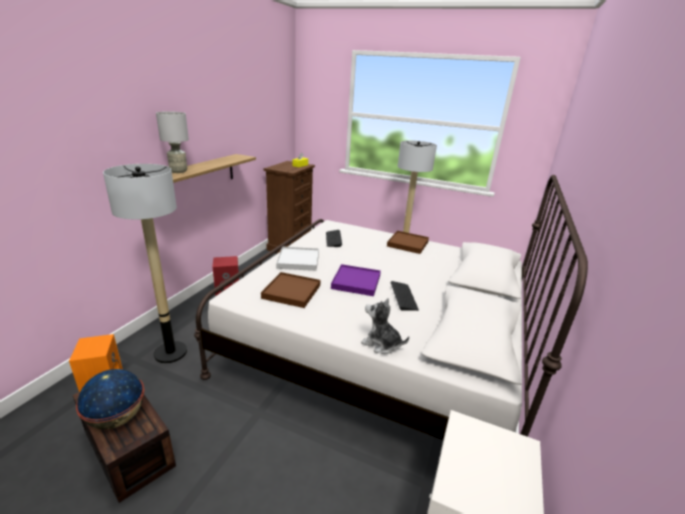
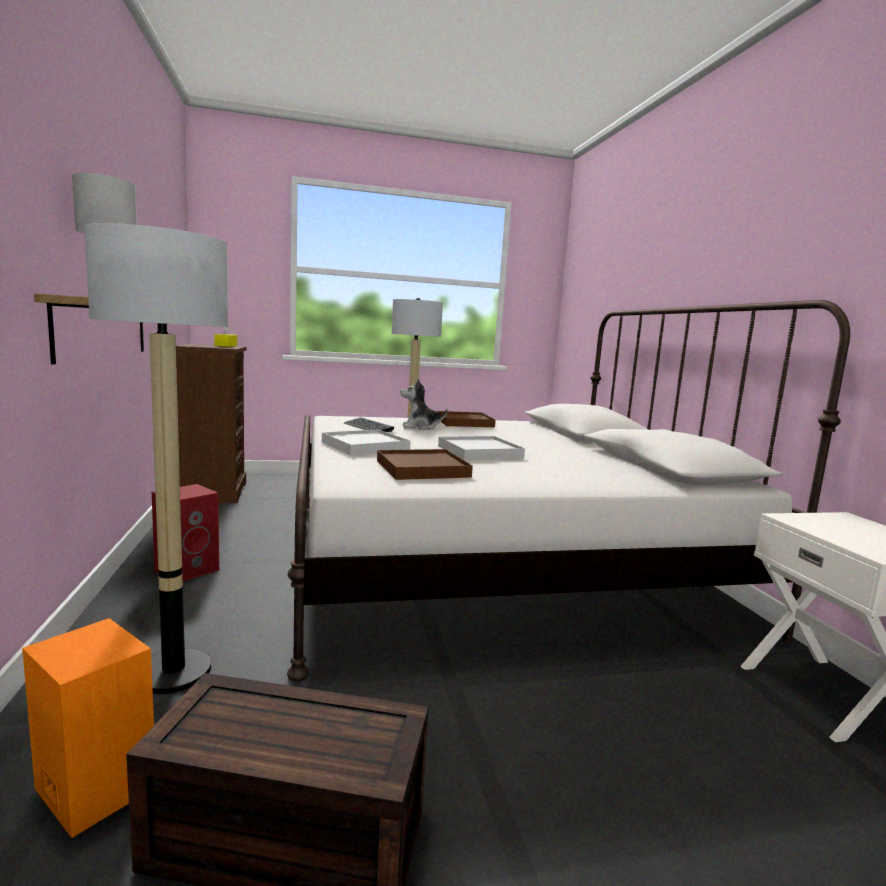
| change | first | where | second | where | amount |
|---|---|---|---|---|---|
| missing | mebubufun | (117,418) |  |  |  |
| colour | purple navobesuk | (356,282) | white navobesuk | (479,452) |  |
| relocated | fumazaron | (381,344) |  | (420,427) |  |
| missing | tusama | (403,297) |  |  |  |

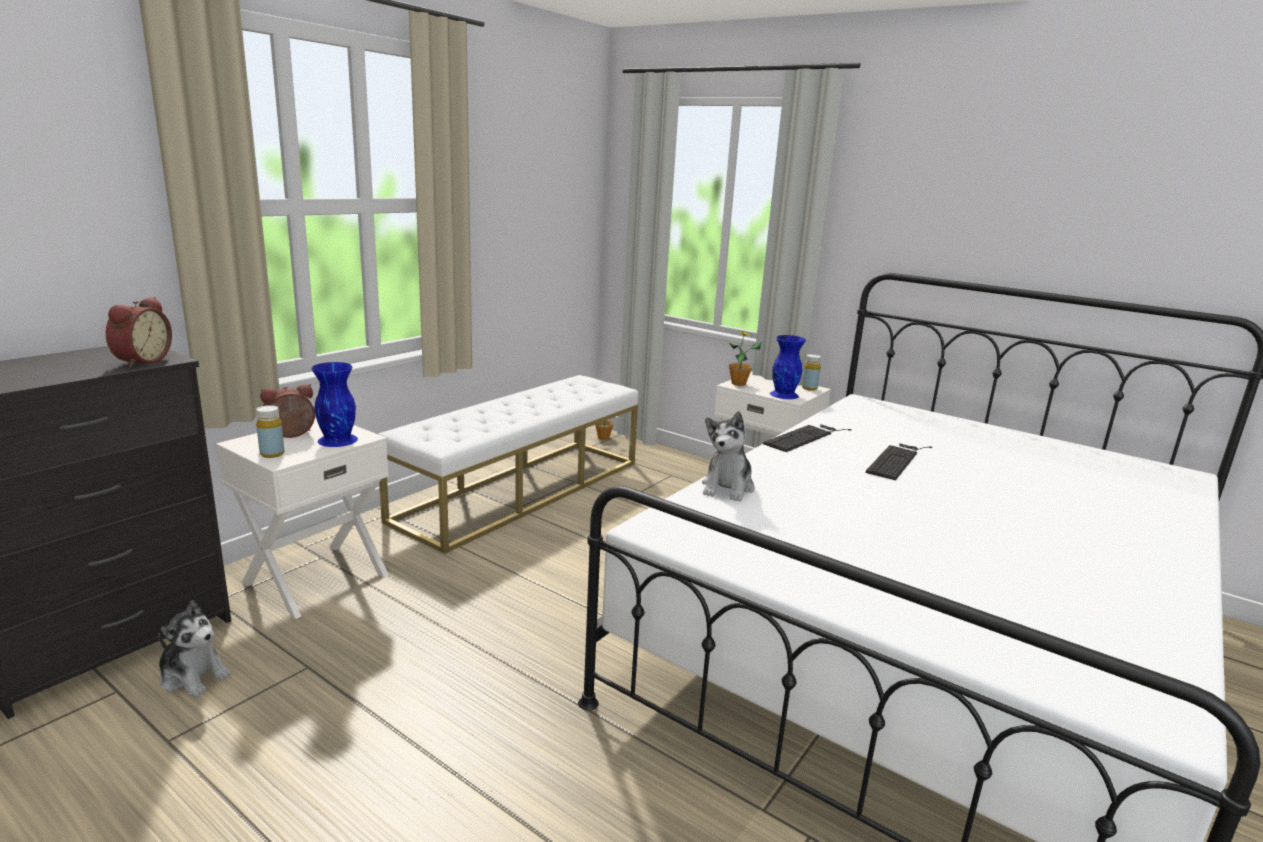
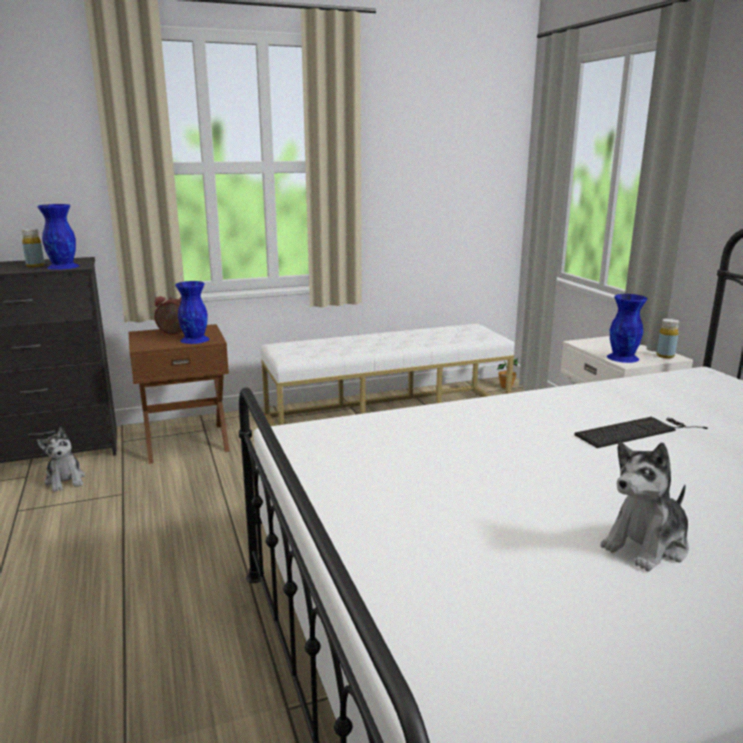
| change | first | where | second | where | amount |
|---|---|---|---|---|---|
| exchanged | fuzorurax | (140,361) | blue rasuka | (63,266) |  |
| colour | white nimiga | (315,578) | brown nimiga | (186,442) |  |
| relocated | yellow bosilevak | (272,454) |  | (35,266) |  |
| relocated | fumazaron | (727,487) |  | (647,545) |  |
| missing | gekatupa | (738,384) |  |  |  |
| missing | tusama | (805,437) |  |  |  |

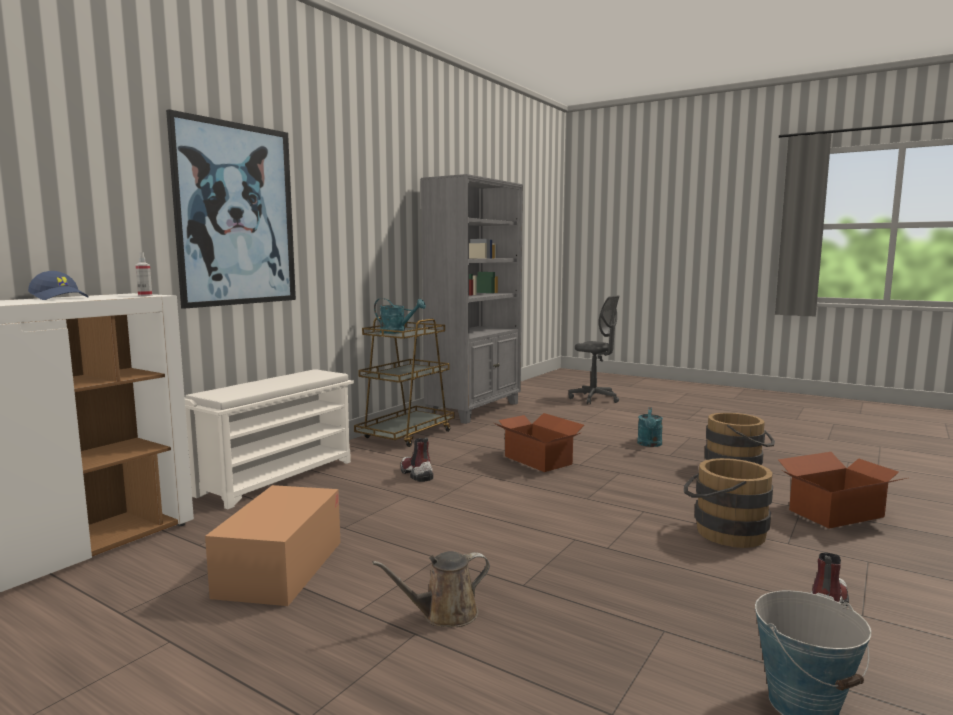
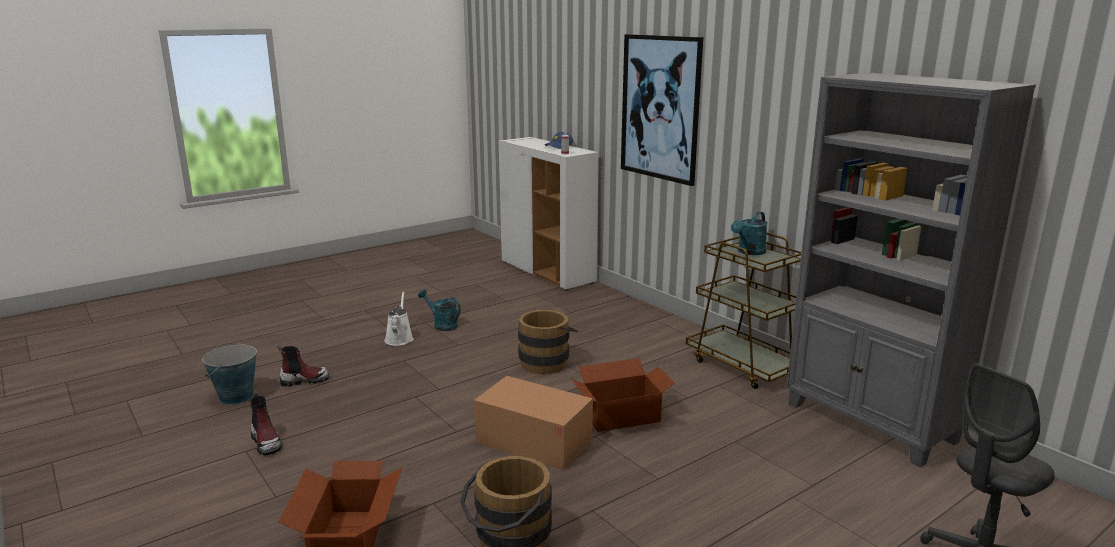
| change | first | where | second | where | amount |
|---|---|---|---|---|---|
| missing | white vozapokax | (278,477) |  |  |  |
| relocated | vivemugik | (281,568) |  | (534,441) |  |
| colour | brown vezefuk | (444,614) | white vezefuk | (399,338) |  |
| relocated | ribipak | (415,474) |  | (304,380) |  |
| relocated | turquoise vezefuk | (649,444) |  | (442,325) |  |
| relocated | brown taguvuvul | (723,532) |  | (546,361) |  |

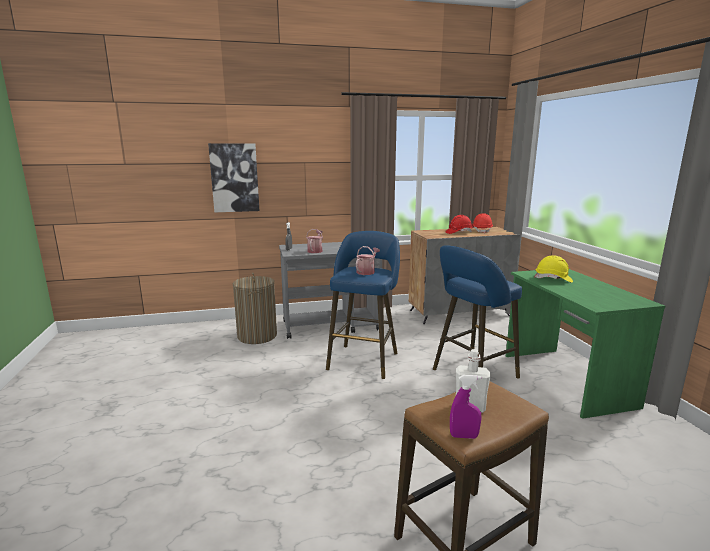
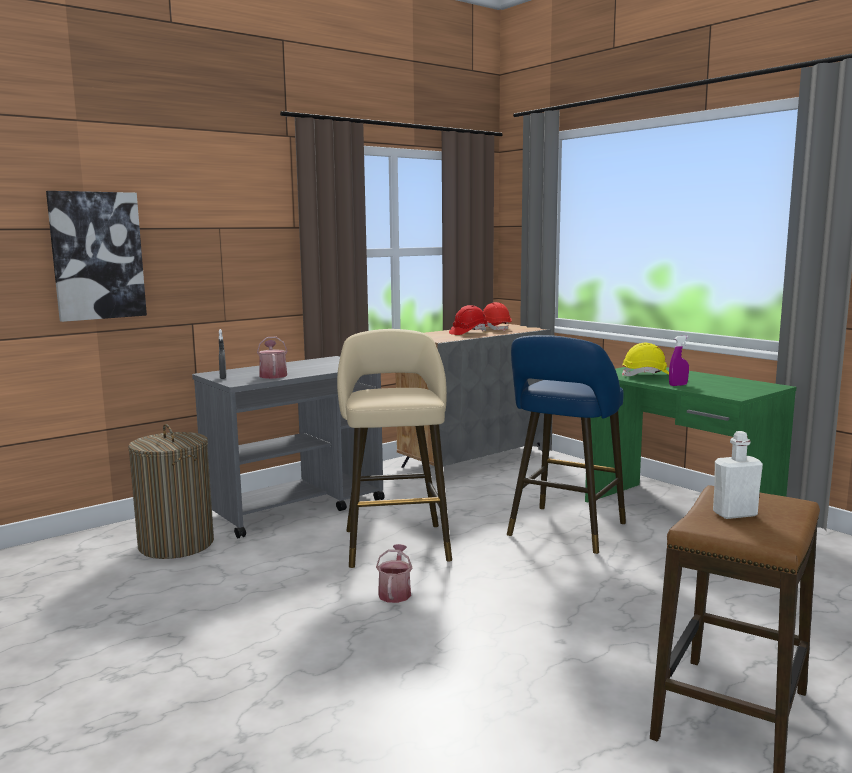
| change | first | where | second | where | amount |
|---|---|---|---|---|---|
| colour | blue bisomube | (364,359) | beige bisomube | (395,542) |  |
| relocated | vezefuk | (367,271) |  | (395,592) |  |
| relocated | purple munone | (464,436) |  | (678,385) |  |

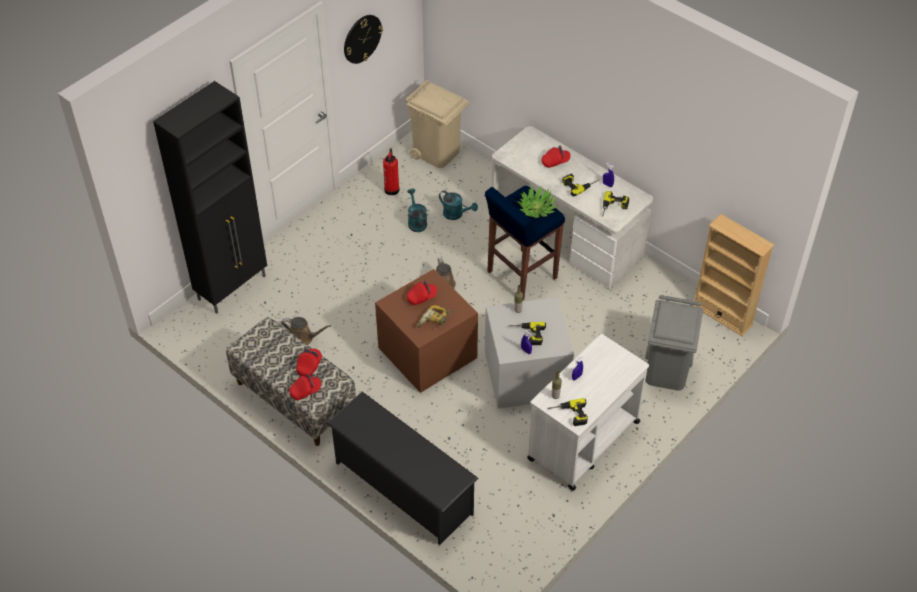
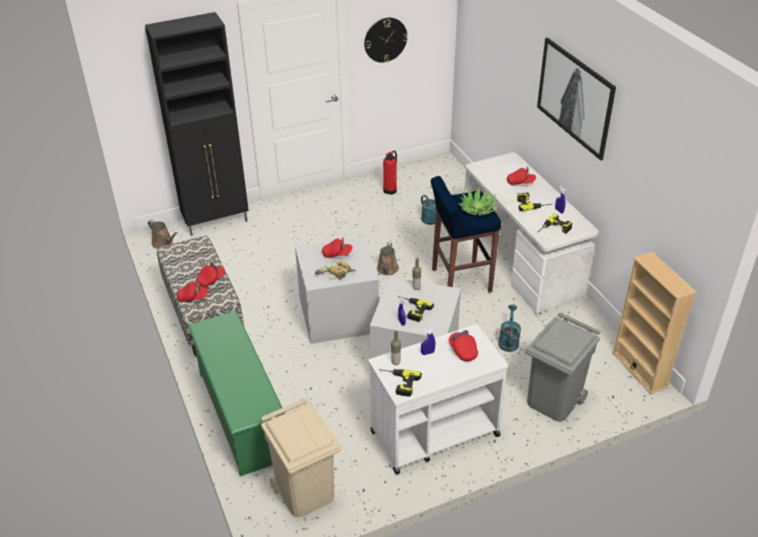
| change | first | where | second | where | amount |
|---|---|---|---|---|---|
| relocated | brown vezefuk | (303,338) |  | (163,243) |  |
| colour | black vozapokax | (402,488) | green vozapokax | (241,415) |  |
| colour | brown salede | (426,352) | grey salede | (337,314) |  |
| relocated | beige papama | (437,152) |  | (305,492) |  |
| relocated | turquoise vezefuk | (416,221) |  | (508,340) |  |
| appeared |  |  | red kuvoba | (463,351) |  |
| appeared |  |  | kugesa | (574,97) |  |

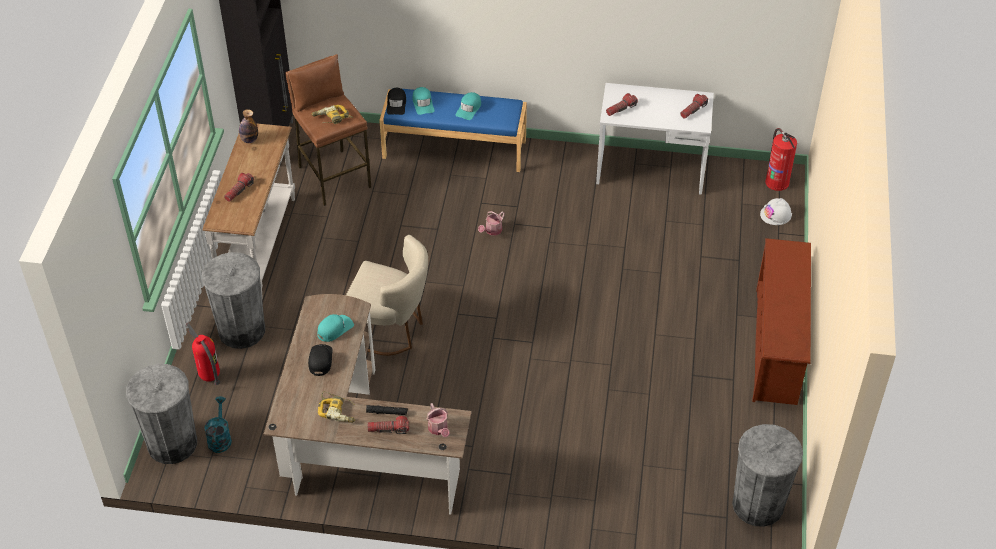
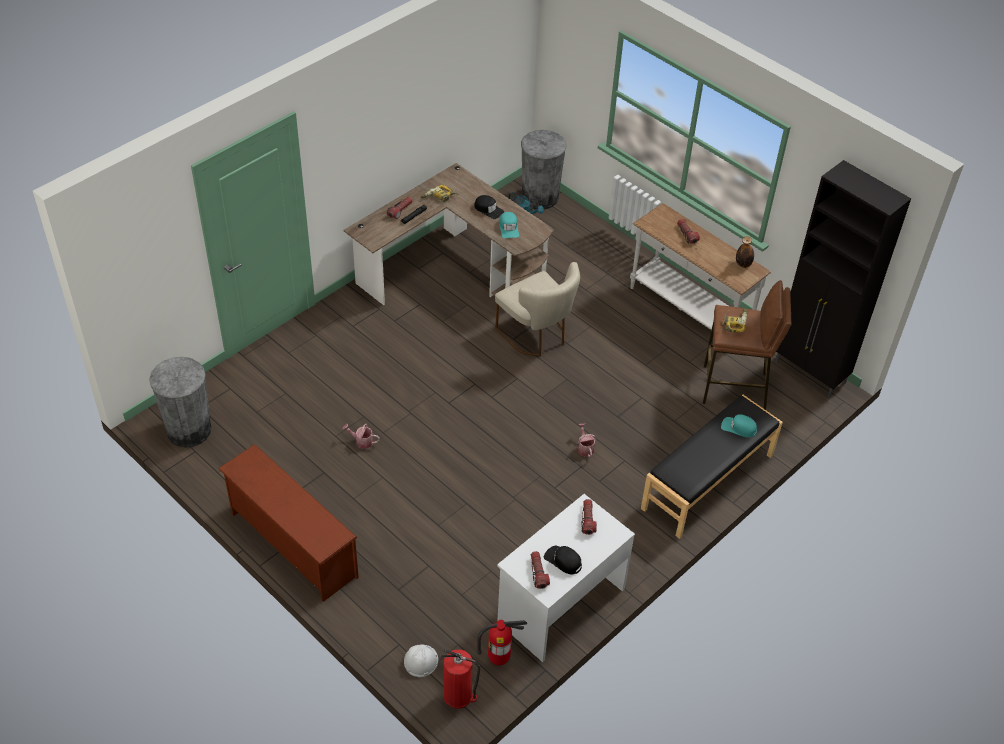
| change | first | where | second | where | amount |
|---|---|---|---|---|---|
| relocated | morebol | (209,377) |  | (499,658) |  |
| missing | grey papama | (241,330) |  |  |  |
| spun | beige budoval | (390,330) |  | (537,335) | 90 degrees counterclockwise |
| colour | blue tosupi | (454,148) | black tosupi | (708,482) |  |
| relocated | black kuvoba | (396,104) |  | (563,561) |  |
| relocated | vezefuk | (439,429) |  | (362,441) |  |
| missing | turquoise kuvoba | (469,109) |  |  |  |

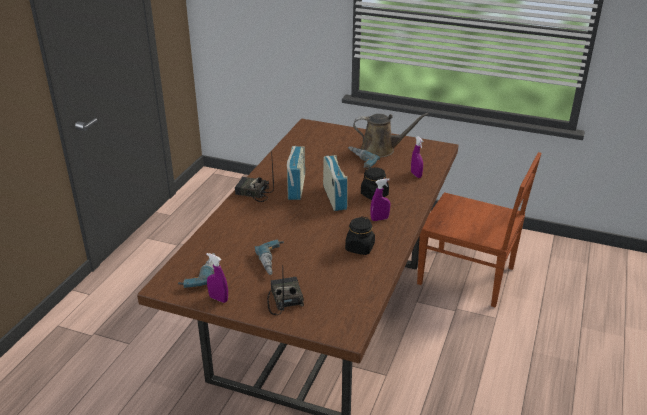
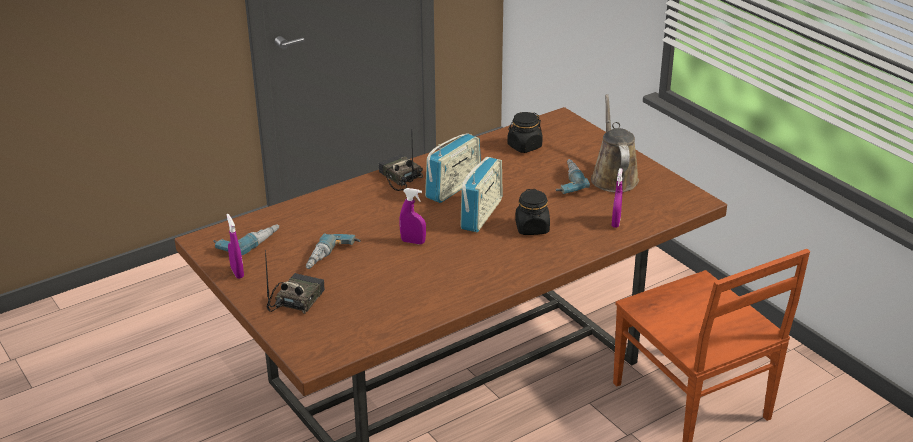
| change | first | where | second | where | amount |
|---|---|---|---|---|---|
| relocated | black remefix | (360,248) |  | (524,146) |  |
| spun | brown vezefuk | (381,149) |  | (613,177) | 135 degrees counterclockwise |
| relocated | purple munone | (379,219) |  | (413,242) |  |

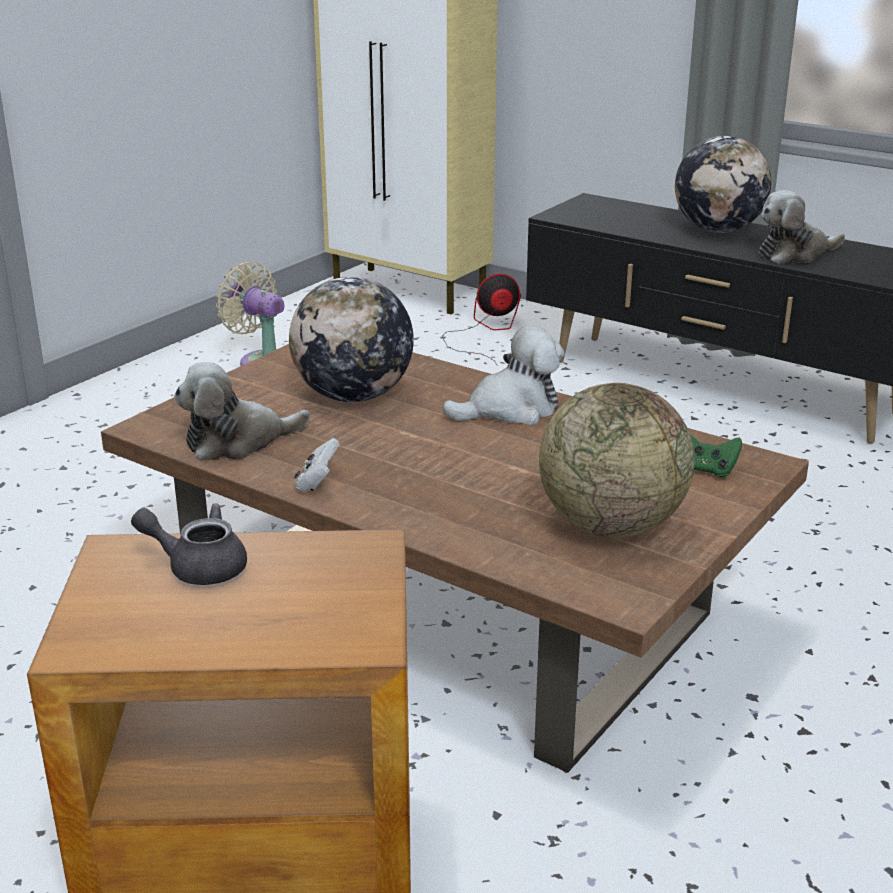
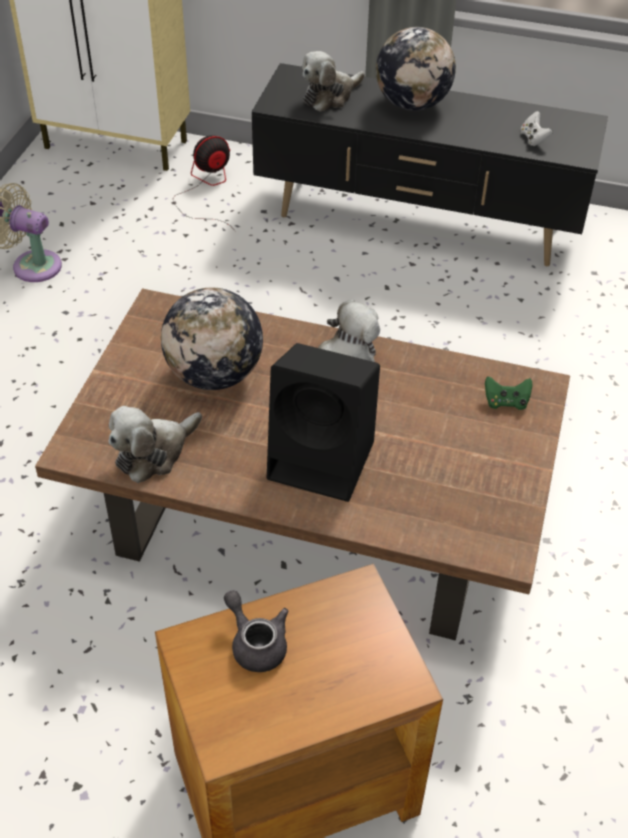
| change | first | where | second | where | amount |
|---|---|---|---|---|---|
| spun | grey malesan | (198,566) |  | (256,643) | 60 degrees clockwise |
| relocated | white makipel | (317,482) |  | (533,139) |  |
| missing | mebubufun | (611,526) |  |  |  |
| relocated | fumazaron | (795,254) |  | (330,96) |  |
| appeared |  |  | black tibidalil | (324,460) |  |

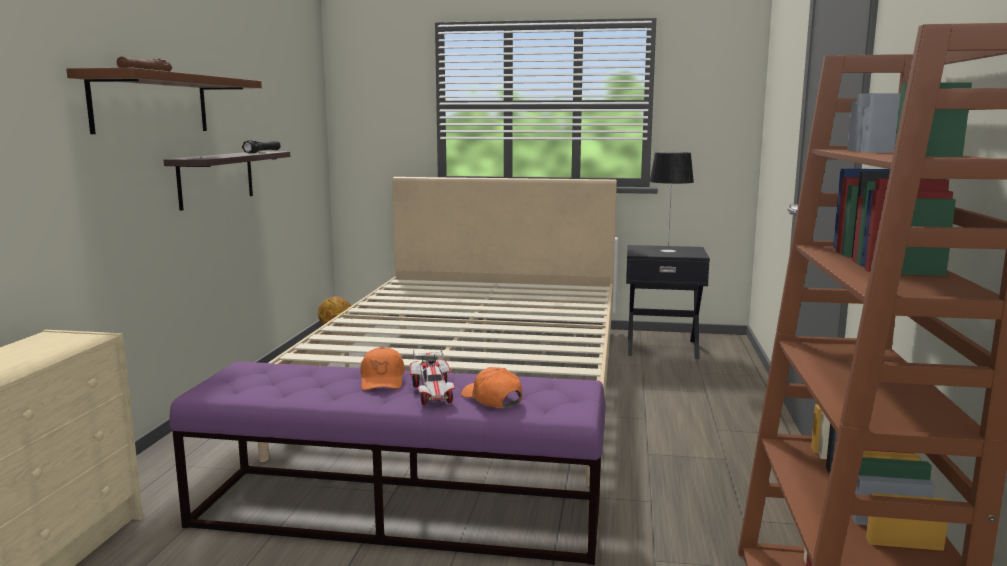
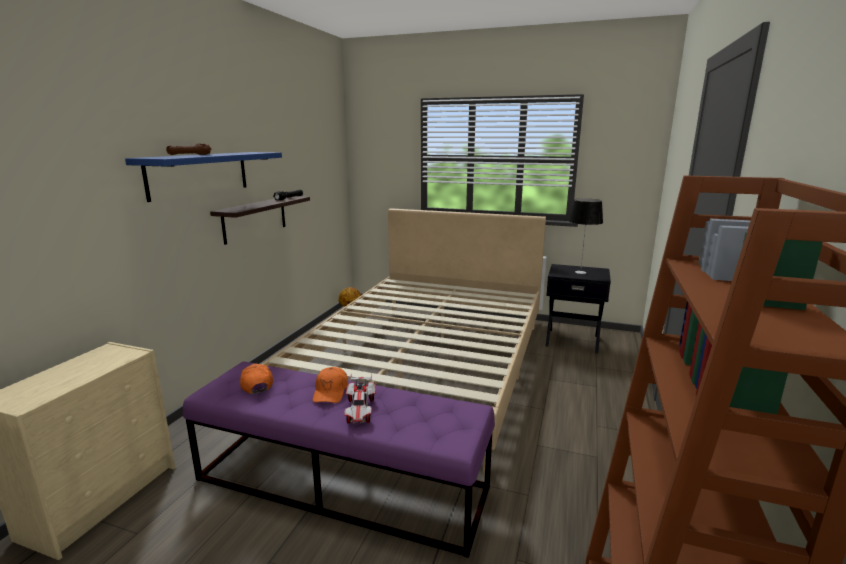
| change | first | where | second | where | amount |
|---|---|---|---|---|---|
| colour | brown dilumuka | (152,104) | blue dilumuka | (199,174) |  |
| relocated | orange kuvoba | (492,399) |  | (256,384) |  |

